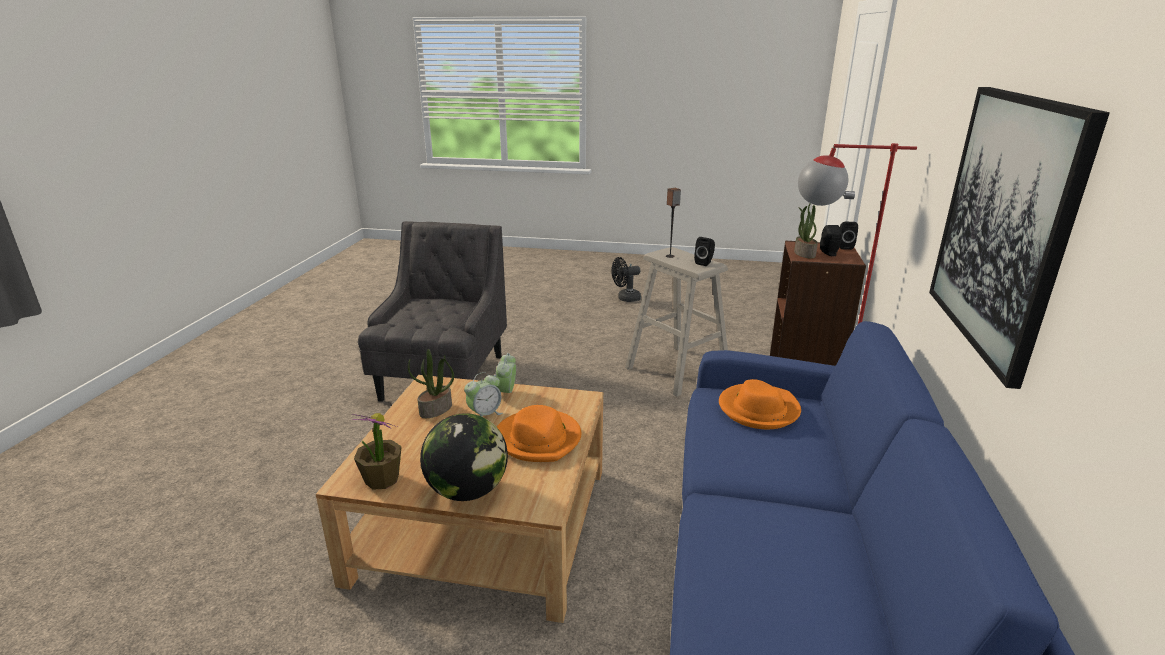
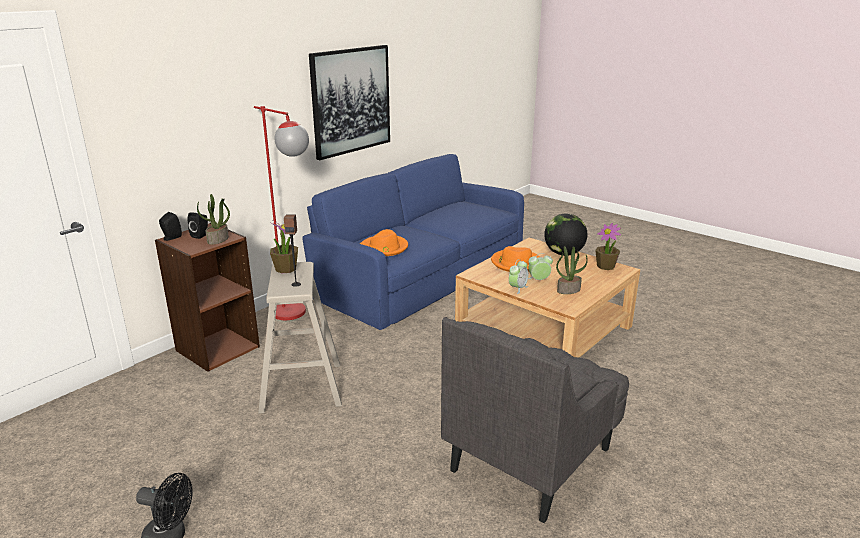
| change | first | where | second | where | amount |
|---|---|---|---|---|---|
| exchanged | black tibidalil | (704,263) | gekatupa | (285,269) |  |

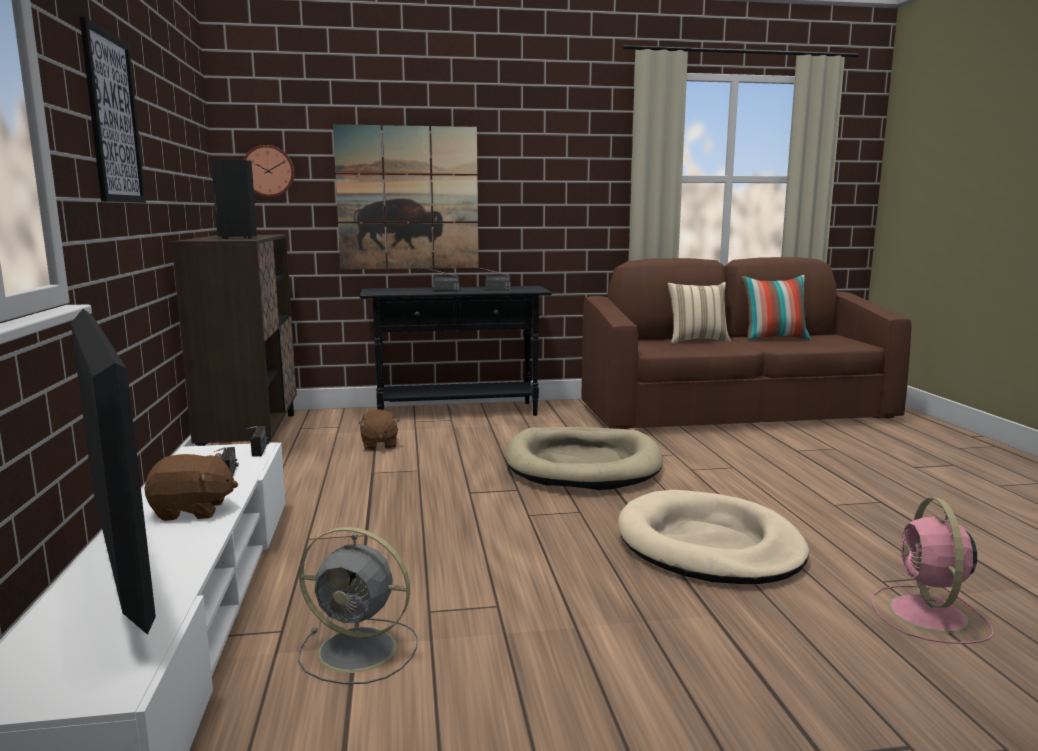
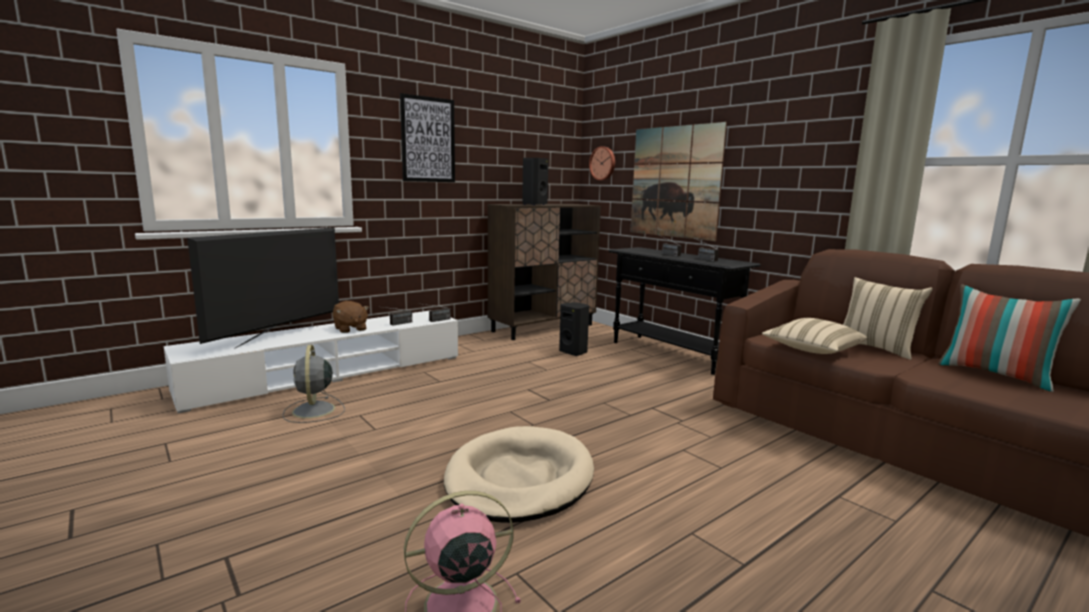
| change | first | where | second | where | amount |
|---|---|---|---|---|---|
| exchanged | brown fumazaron | (379,445) | black tibidalil | (574,352) |  |
| missing | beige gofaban | (582,464) |  |  |  |
| appeared |  |  | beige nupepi | (812,350) |  |

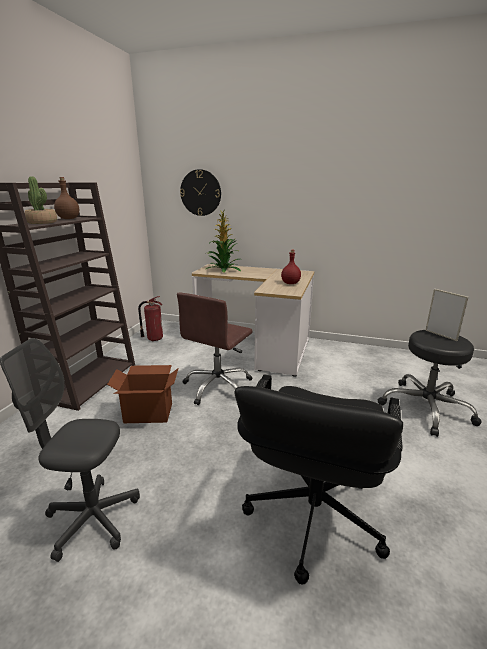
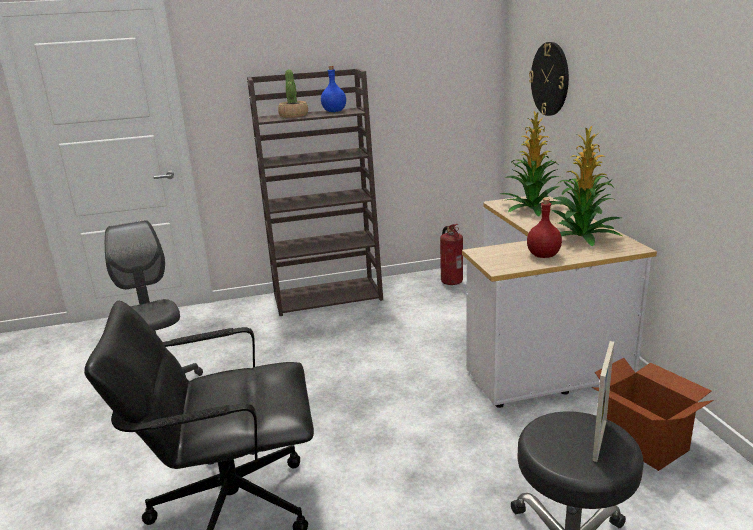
| change | first | where | second | where | amount |
|---|---|---|---|---|---|
| colour | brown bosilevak | (69,219) | blue bosilevak | (334,111) |  |
| relocated | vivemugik | (148,412) |  | (644,442) |  |
| missing | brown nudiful | (218,387) |  |  |  |
| appeared |  |  | gekatupa | (582,237) |  |

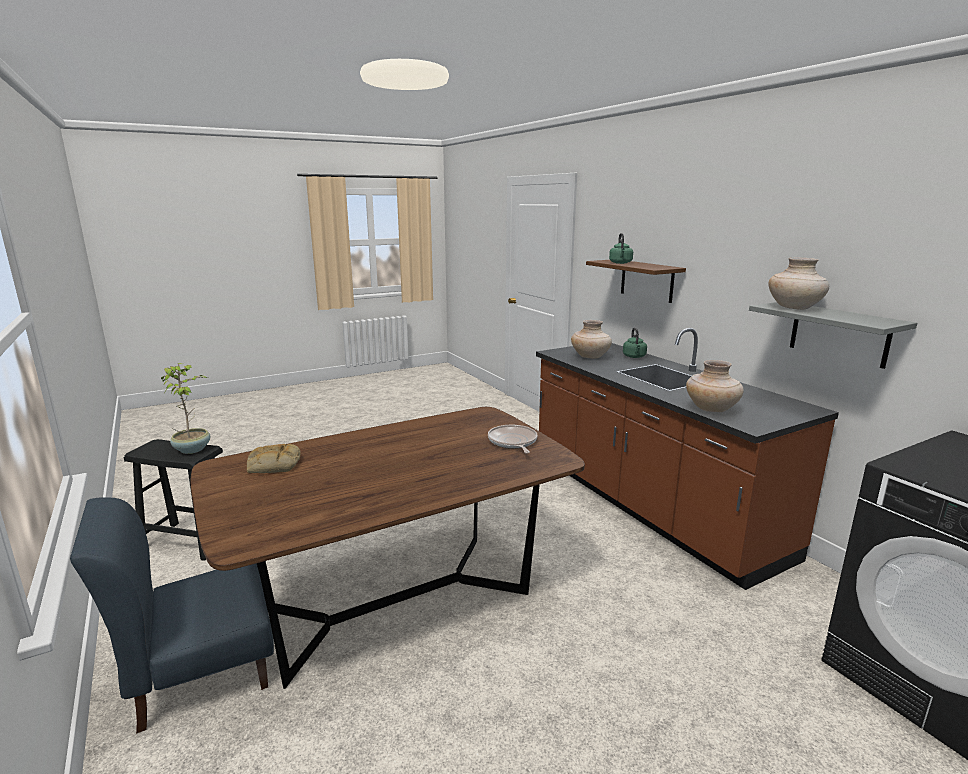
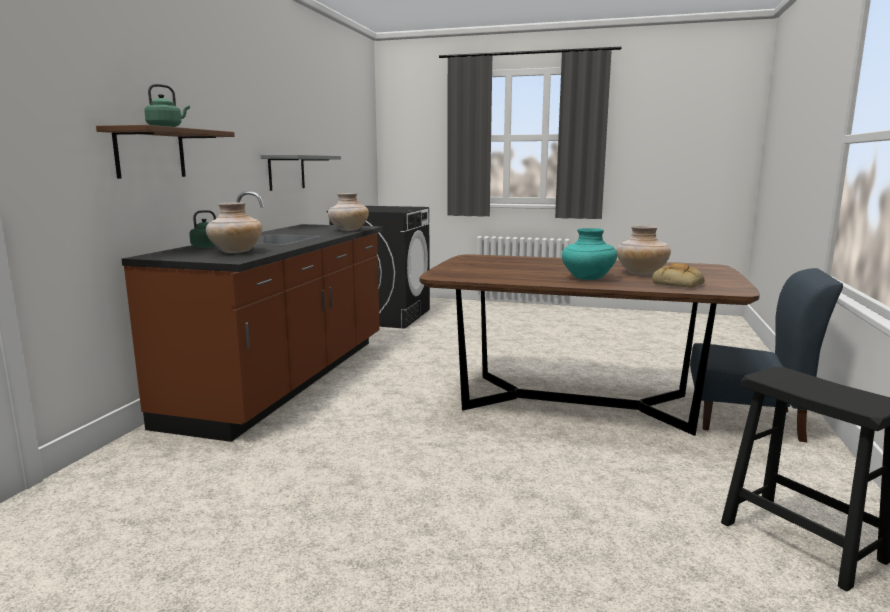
| change | first | where | second | where | amount |
|---|---|---|---|---|---|
| missing | gekatupa | (193,449) |  |  |  |
| missing | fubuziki | (513,442) |  |  |  |
| relocated | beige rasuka | (794,308) |  | (641,273) |  |
| appeared |  |  | turquoise rasuka | (587,278) |  |

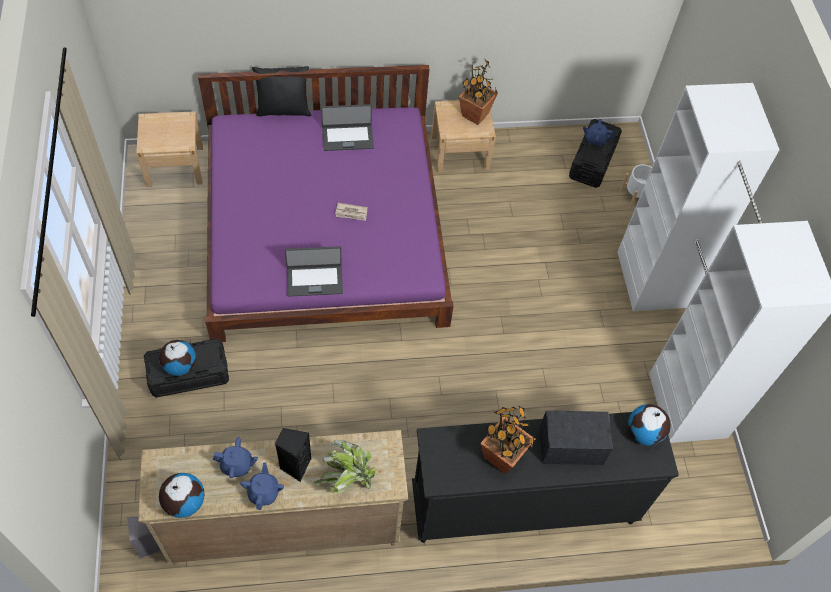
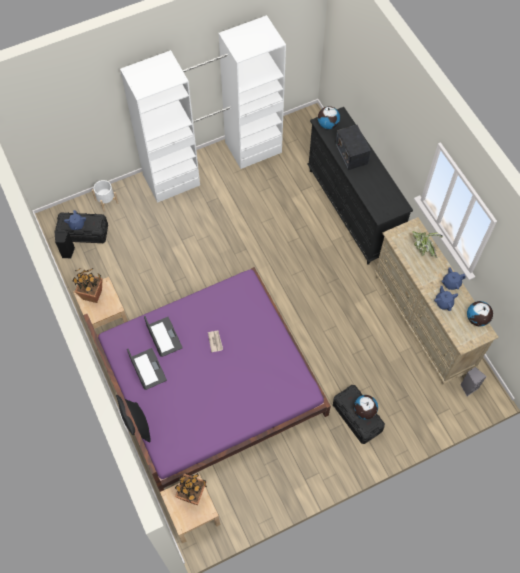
| change | first | where | second | where | amount |
|---|---|---|---|---|---|
| relocated | black tibidalil | (295,465) |  | (67,252) |  |
| relocated | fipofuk | (314,280) |  | (163,337) |  |
| relocated | gekatupa | (502,457) |  | (193,494) |  |

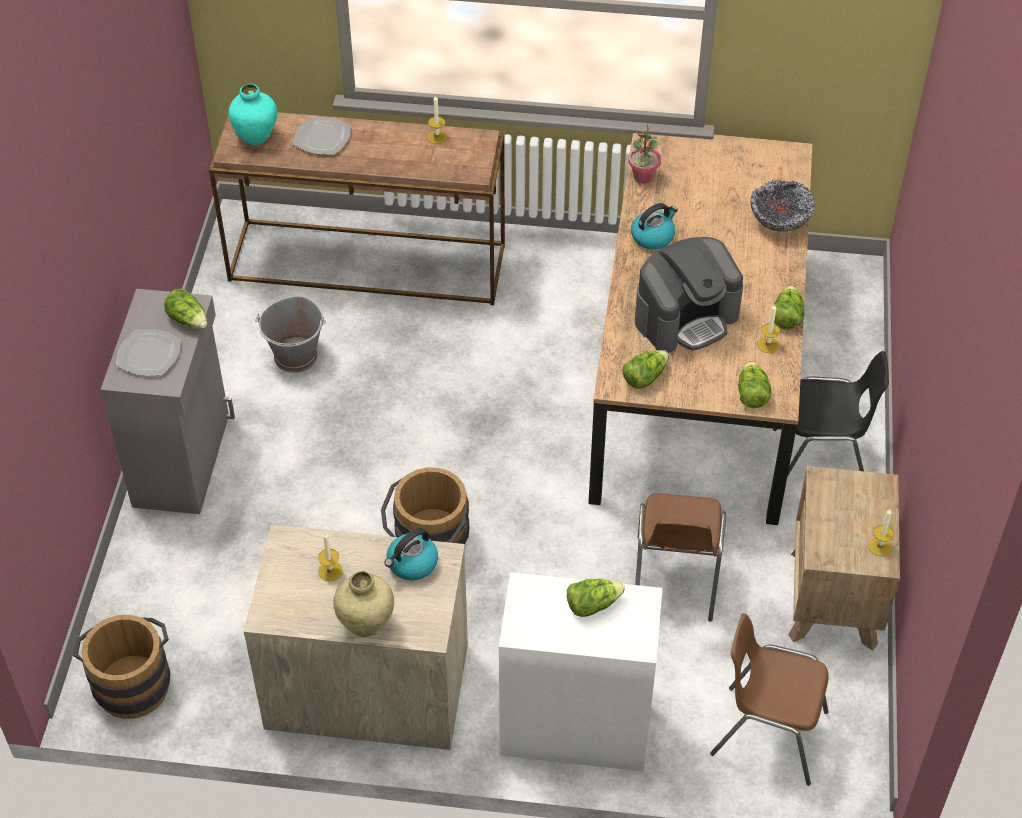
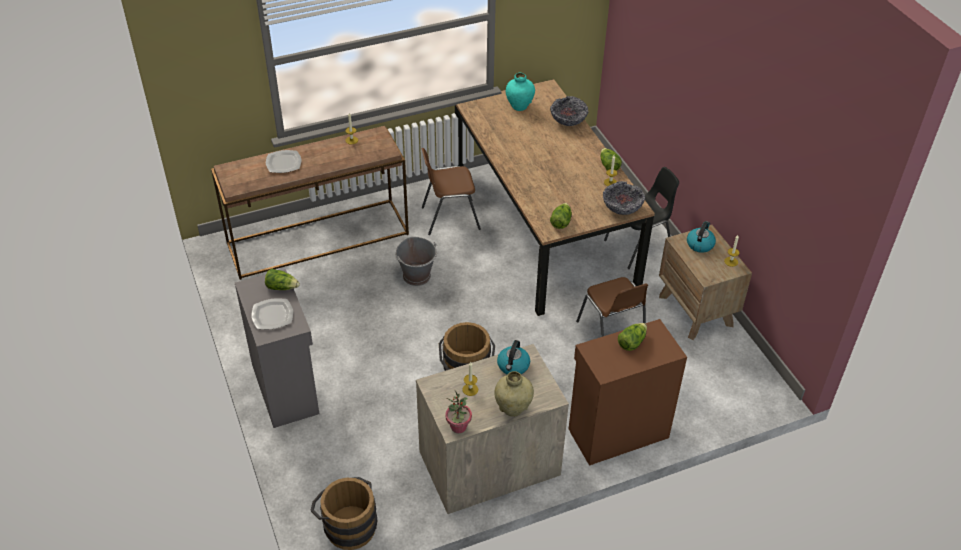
| change | first | where | second | where | amount |
|---|---|---|---|---|---|
| relocated | turquoise rasuka | (256,137) |  | (519,106) |  |
| relocated | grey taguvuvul | (296,357) |  | (417,276) |  |
| colour | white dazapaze | (574,727) | brown dazapaze | (617,432) |  |
| relocated | gekatupa | (643,177) |  | (458,427) |  |
| relocated | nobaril | (653,236) |  | (700,244) |  |
| missing | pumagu | (686,317) |  |  |  |
| relocated | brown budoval | (767,733) |  | (449,217) |  |
| exchanged | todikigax | (751,394) | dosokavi | (621,209) |  |

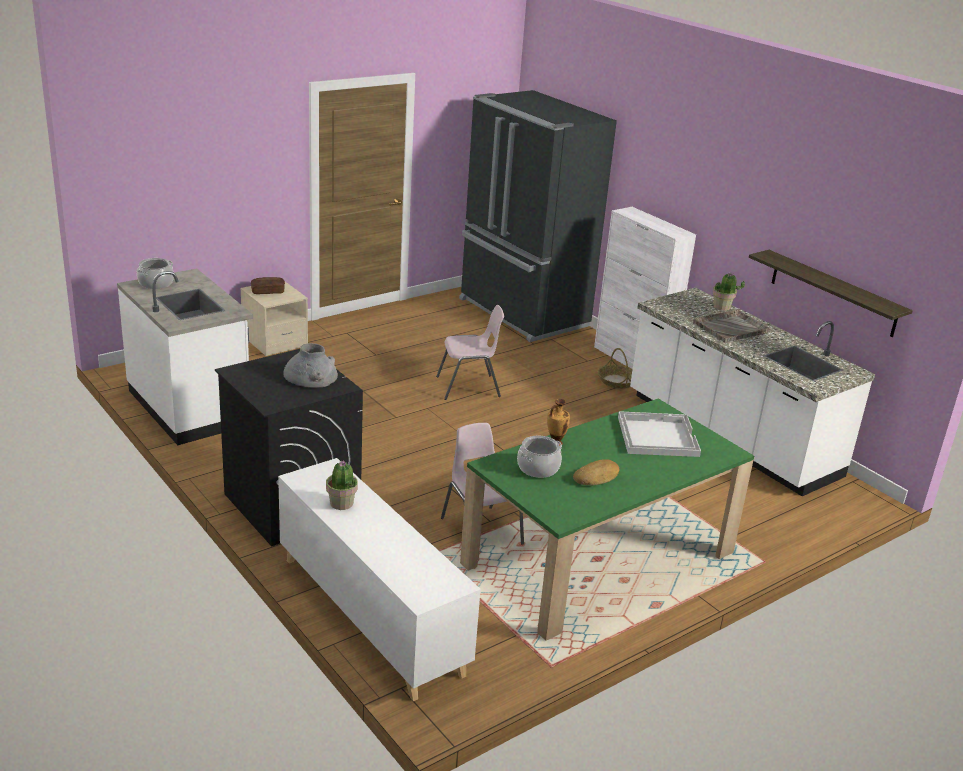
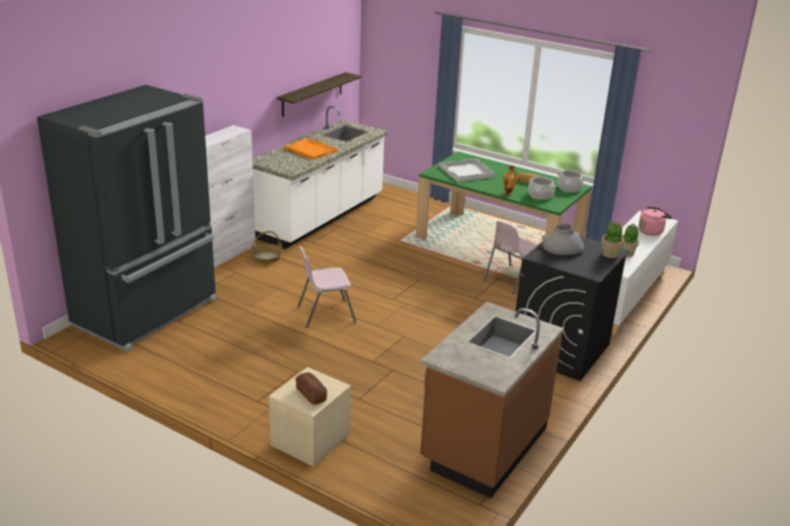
| change | first | where | second | where | amount |
|---|---|---|---|---|---|
| colour | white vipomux | (190,407) | brown vipomux | (483,445) |  |
| relocated | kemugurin | (156,283) |  | (569,188) |  |
| spun | pink budoval | (469,387) |  | (325,314) | 75 degrees counterclockwise |
| colour | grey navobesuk | (731,327) | orange navobesuk | (310,150) |  |
| relocated | gekatupa | (722,307) |  | (610,254) |  |
| appeared |  |  | pink nobaril | (651,231) |  |

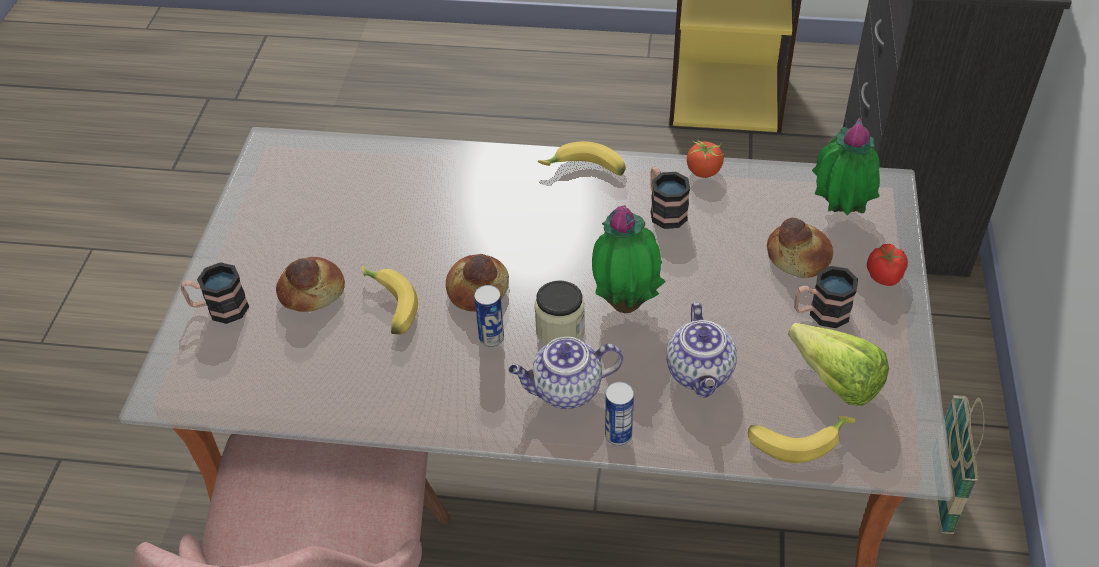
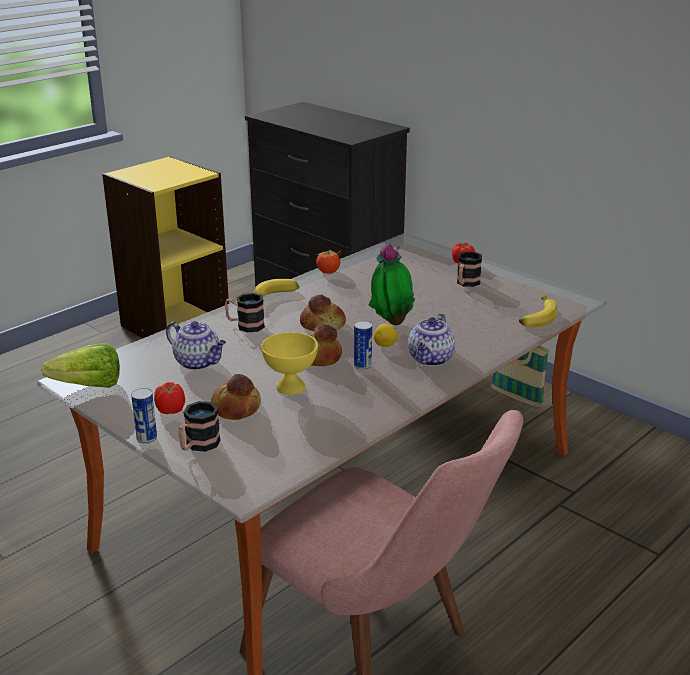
| change | first | where | second | where | amount |
|---|---|---|---|---|---|
| exchanged | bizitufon | (388,306) | yellow dosokavi | (289,387) |  |
| exchanged | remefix | (560,330) | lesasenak | (385,346) |  |
| relocated | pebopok | (618,435) |  | (147,438) |  |
| relocated | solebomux | (664,210) |  | (245,325) |  |
| relocated | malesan | (700,374) |  | (198,362) |  |
| relocated | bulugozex | (799,257) |  | (323,324) |  |
| relocated | todikigax | (829,376) |  | (83,386) |  |
| missing | gekatupa | (838,213) |  |  |  |
| appeared |  |  | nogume | (170,410) |  |

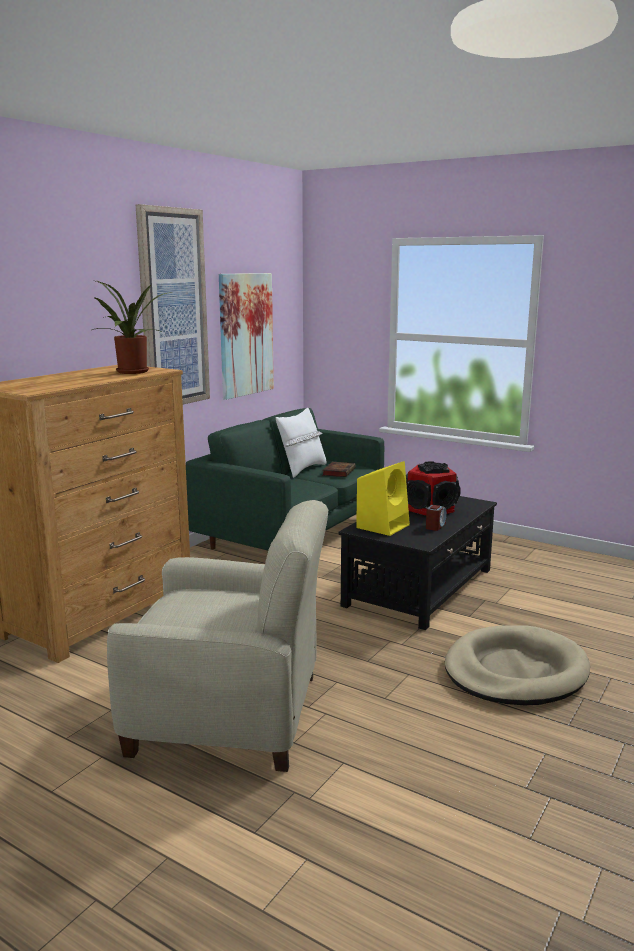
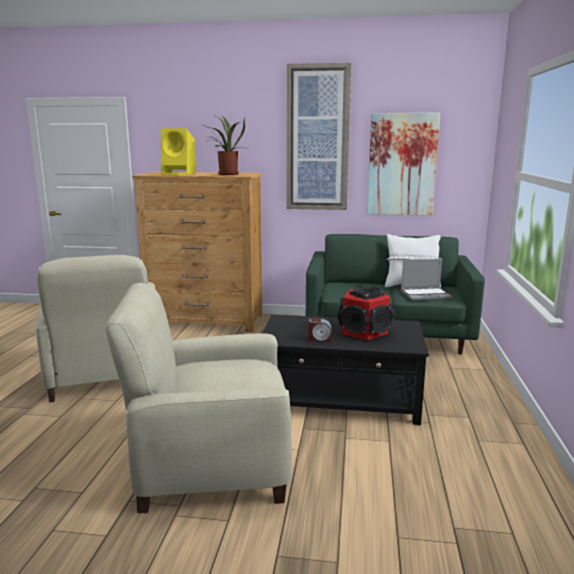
| change | first | where | second | where | amount |
|---|---|---|---|---|---|
| exchanged | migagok | (338,471) | fipofuk | (426,295) |  |
| relocated | yellow tibidalil | (383,526) |  | (180,174) |  |
| exchanged | beige gofaban | (515,671) | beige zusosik | (211,463) |  |

